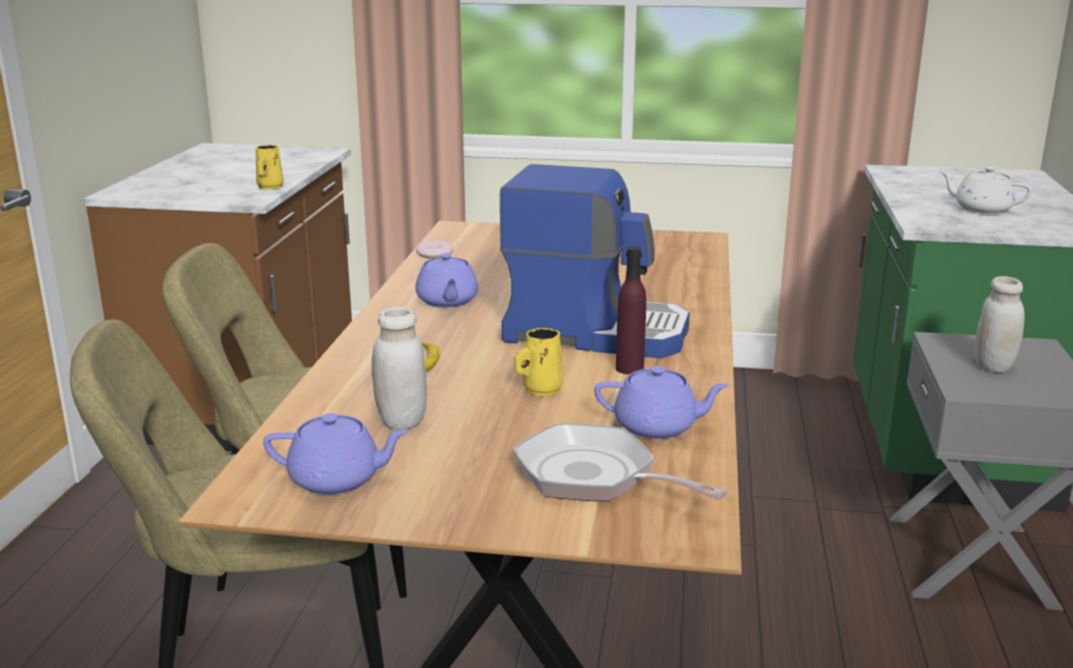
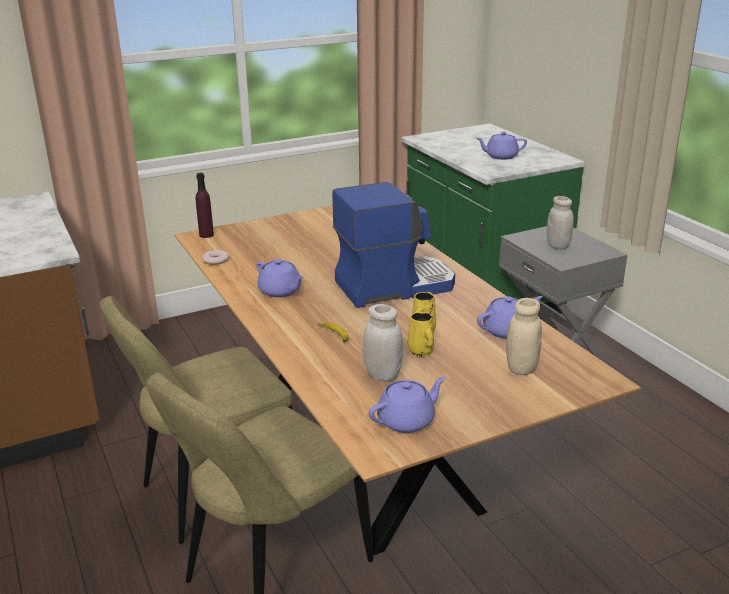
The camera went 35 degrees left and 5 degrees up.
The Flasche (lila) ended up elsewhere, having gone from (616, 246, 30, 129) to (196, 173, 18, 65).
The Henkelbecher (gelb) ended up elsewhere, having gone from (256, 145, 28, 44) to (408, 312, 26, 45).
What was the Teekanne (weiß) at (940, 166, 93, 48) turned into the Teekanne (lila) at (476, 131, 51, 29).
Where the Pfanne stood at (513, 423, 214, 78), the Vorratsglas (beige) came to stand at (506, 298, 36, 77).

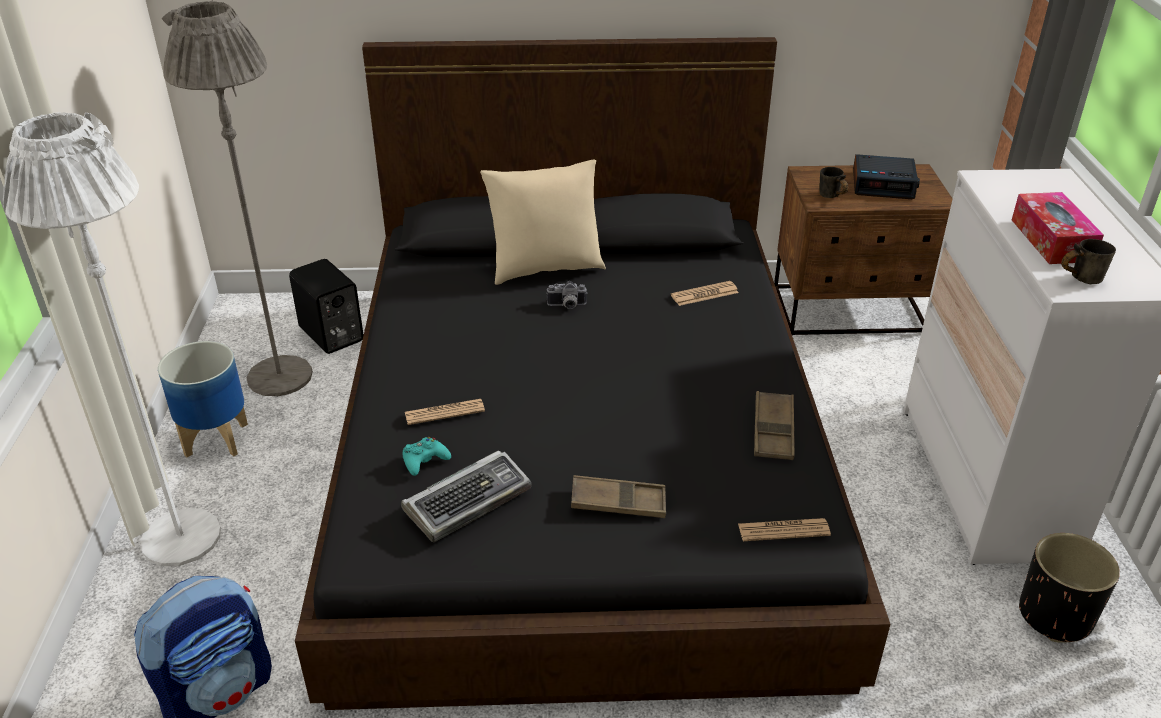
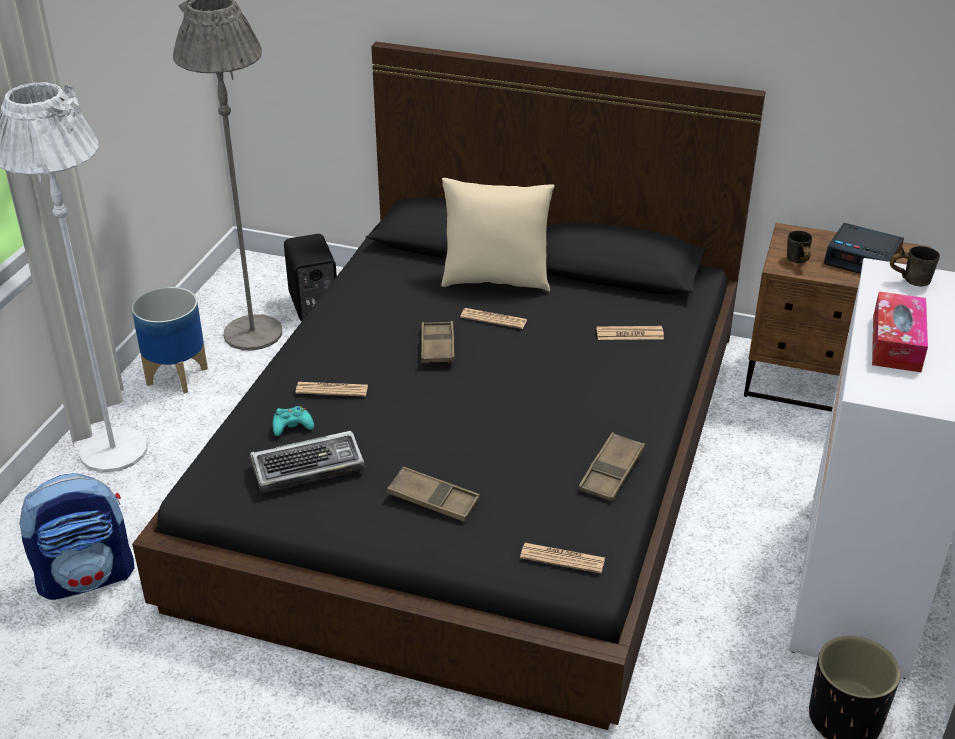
The camera went 20 degrees right and 0 degrees up.
The second view gained the Tablett (braun) at (421, 321, 34, 43).
Where the Kamera stood at (546, 281, 42, 28), the Zeitung came to stand at (460, 308, 67, 21).
The Henkelbecher (grau) ended up elsewhere, having gone from (1061, 239, 55, 45) to (890, 246, 50, 40).

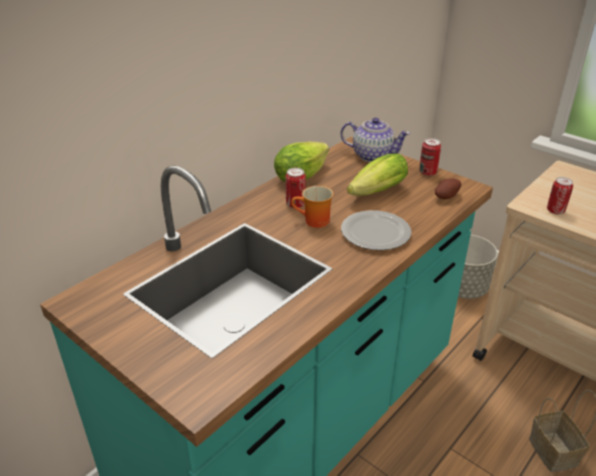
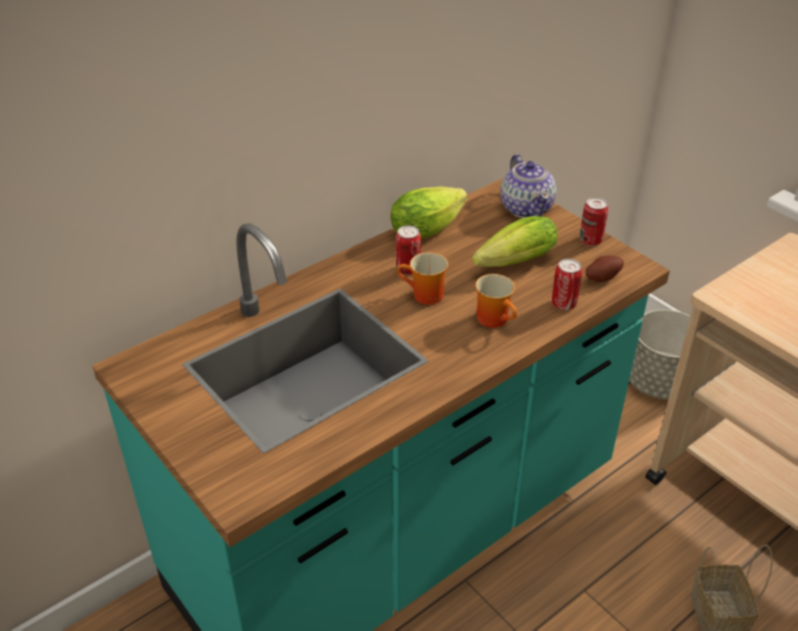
The camera went 10 degrees right and 5 degrees up.
Where the Teller stood at (341, 210, 71, 40), the Henkelbecher came to stand at (475, 274, 42, 54).
The Teekanne at (340, 118, 71, 44) ended up facing another way, 45 degrees clockwise from before.
The Dose ended up elsewhere, having gone from (547, 177, 26, 37) to (552, 259, 30, 51).

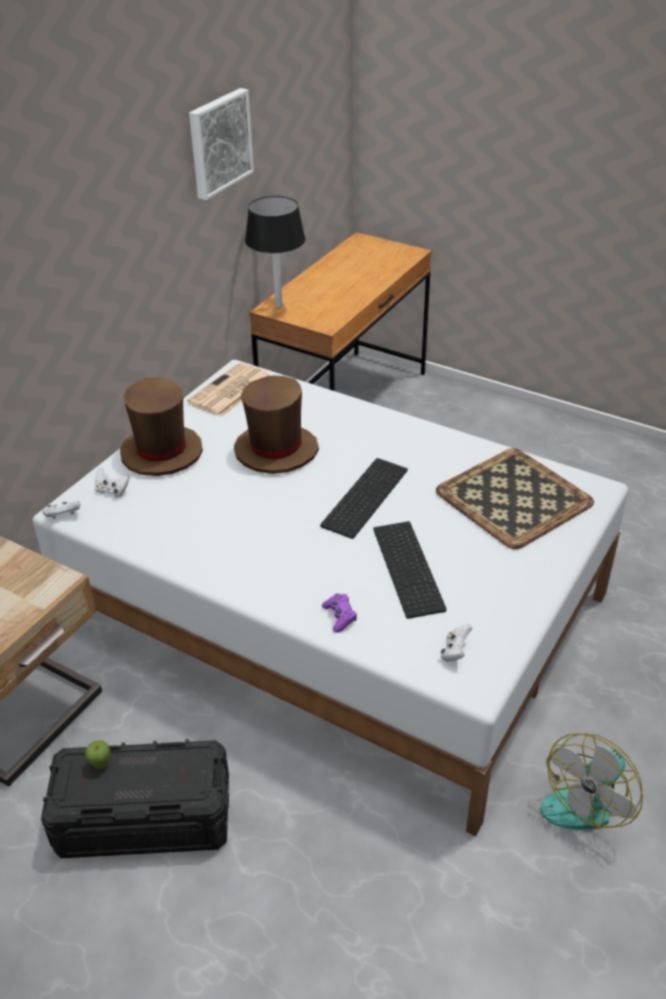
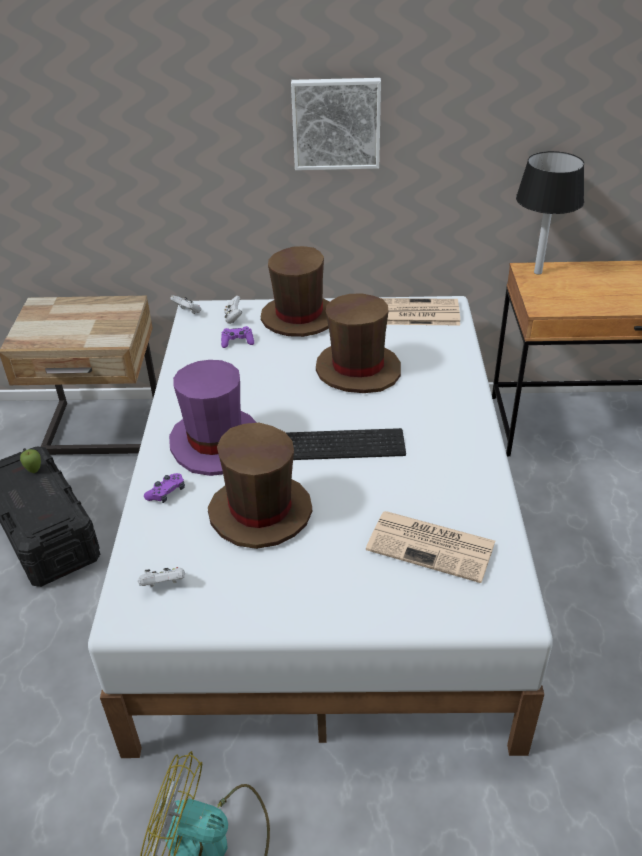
The camera went 60 degrees right and 0 degrees up.
The second view gained the Hut (lila) at (169, 360, 88, 116).
Where the Tastatur stood at (373, 521, 74, 98), the Hut (braun) came to stand at (208, 423, 104, 126).
The second view gained the Gamepad (lila) at (221, 326, 33, 22).
The Bild ended up elsewhere, having gone from (189, 88, 65, 112) to (291, 78, 90, 92).
Where the Tablett stood at (436, 448, 158, 101), the Zeitung came to stand at (366, 511, 129, 72).

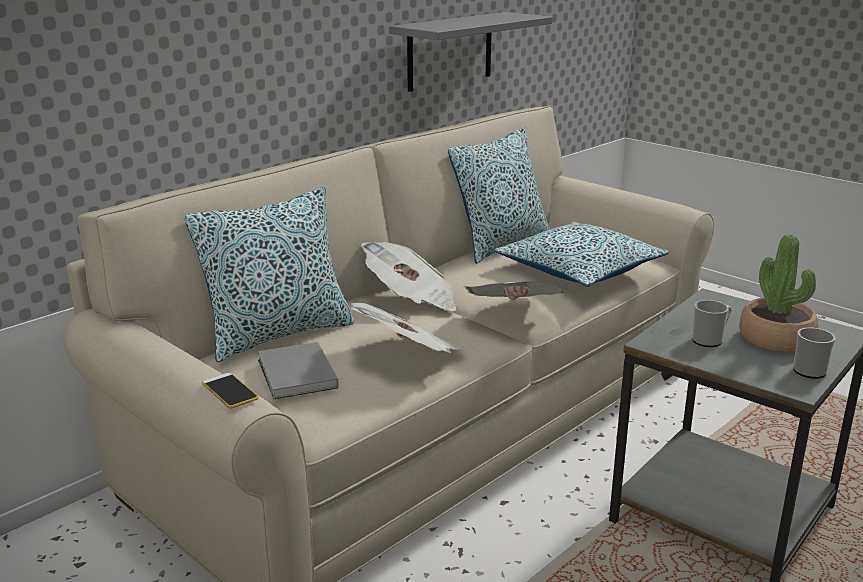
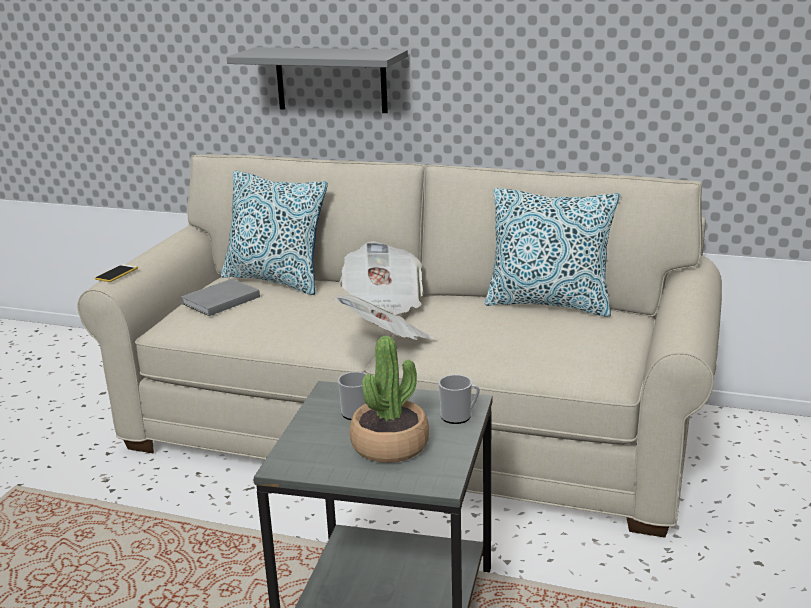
The camera went 65 degrees right and 0 degrees up.
The Wandregal (grau) ended up elsewhere, having gone from (389, 12, 164, 80) to (226, 47, 182, 66).
The Henkelbecher ended up elsewhere, having gone from (793, 327, 42, 52) to (438, 375, 42, 49).
The second view lost the Zeitung at (350, 303, 116, 50).
The second view lost the Kissen at (495, 222, 174, 65).

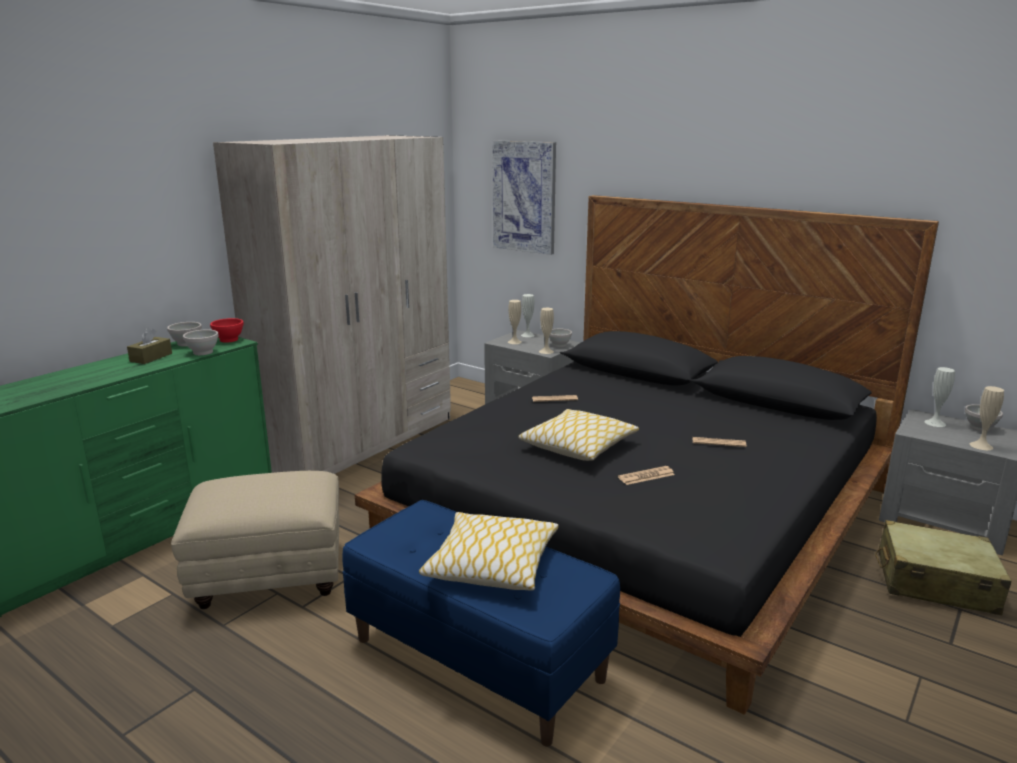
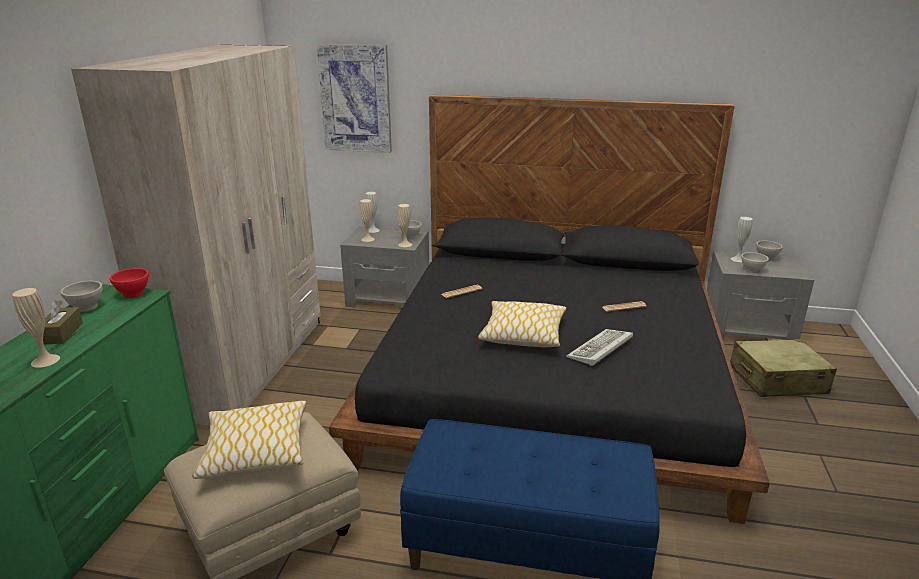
The camera went 25 degrees left and 5 degrees up.
The Vase (beige) ended up elsewhere, having gone from (970, 386, 34, 64) to (13, 288, 47, 80).
The Kissen ended up elsewhere, having gone from (419, 512, 140, 79) to (192, 401, 114, 78).
Where the Zeitung stood at (618, 466, 57, 19), the Tastatur came to stand at (566, 329, 67, 37).
The Schüssel (weiß) ended up elsewhere, having gone from (183, 330, 36, 25) to (741, 252, 28, 21).

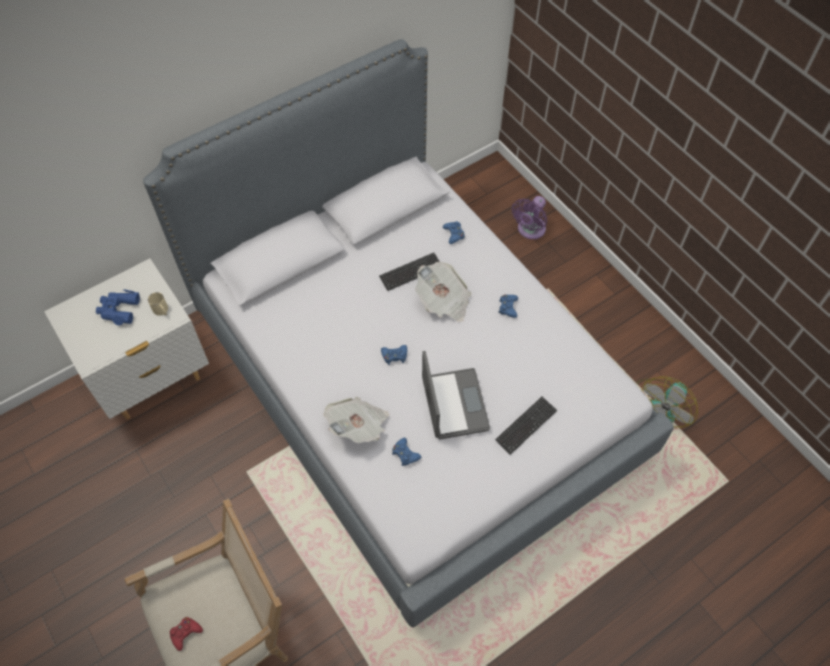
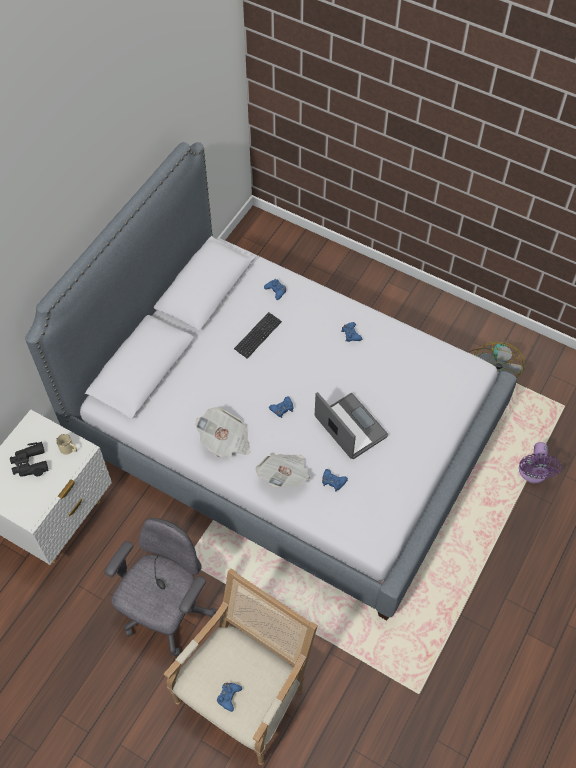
The camera went 25 degrees left and 0 degrees up.
What was the Fernglas (blau) at (96, 289, 44, 36) turned into the Fernglas (schwarz) at (10, 442, 39, 35).
The second view gained the Bürostuhl (grau) at (105, 518, 112, 138).
The Zeitung ended up elsewhere, having gone from (415, 262, 57, 60) to (196, 407, 55, 51).
What was the Gamepad (rot) at (170, 617, 33, 34) turned into the Gamepad (blau) at (217, 683, 25, 29).
The Ventilator (lila) ended up elsewhere, having gone from (512, 196, 35, 43) to (519, 442, 42, 42).
The second view lost the Tastatur at (495, 396, 62, 59).

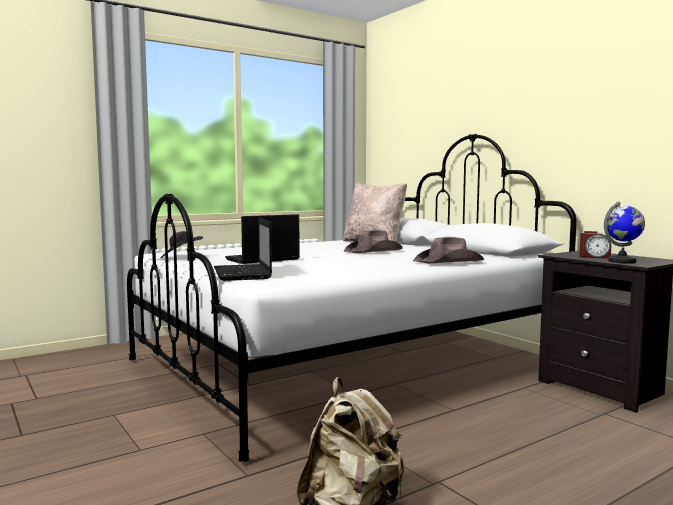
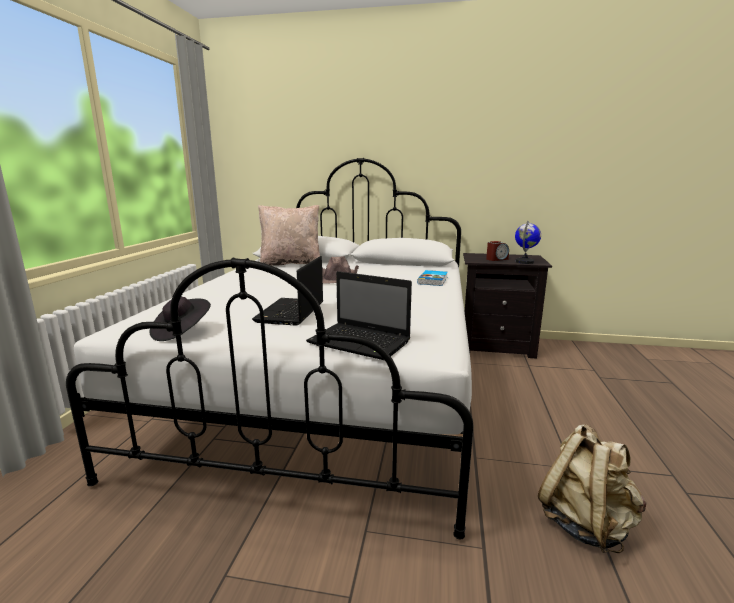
The camera went 45 degrees left and 10 degrees up.
Where the Hut (braun) stood at (413, 237, 71, 26), the Buch came to stand at (417, 270, 31, 16).

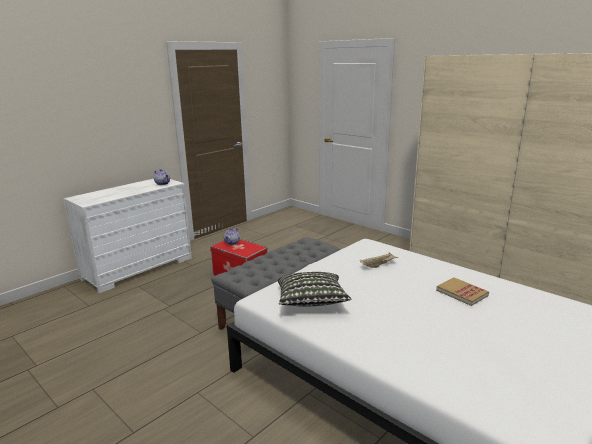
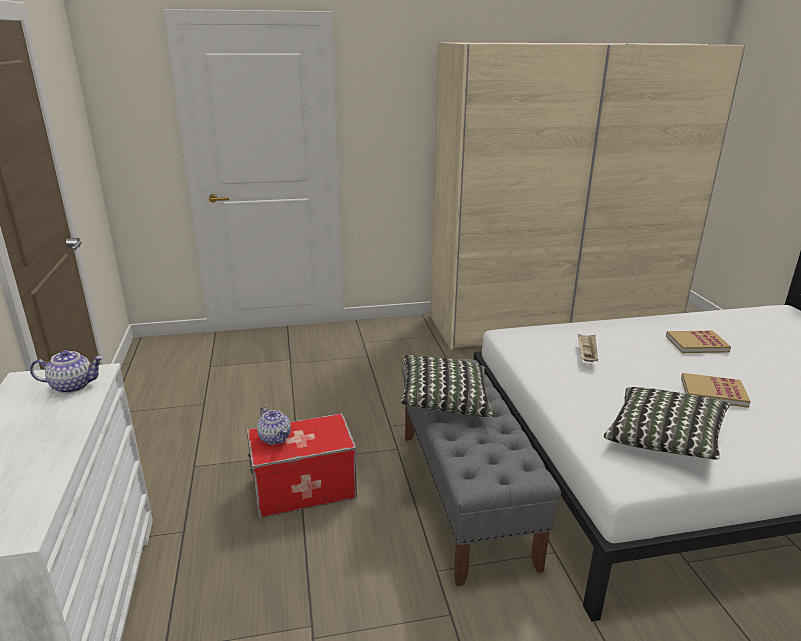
The camera went 55 degrees left and 5 degrees up.
The second view gained the Kissen at (401, 355, 94, 62).
The second view gained the Buch at (681, 373, 70, 35).

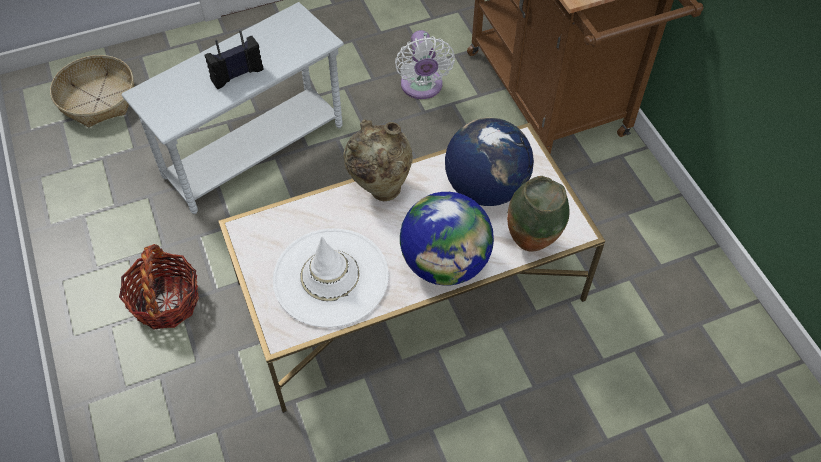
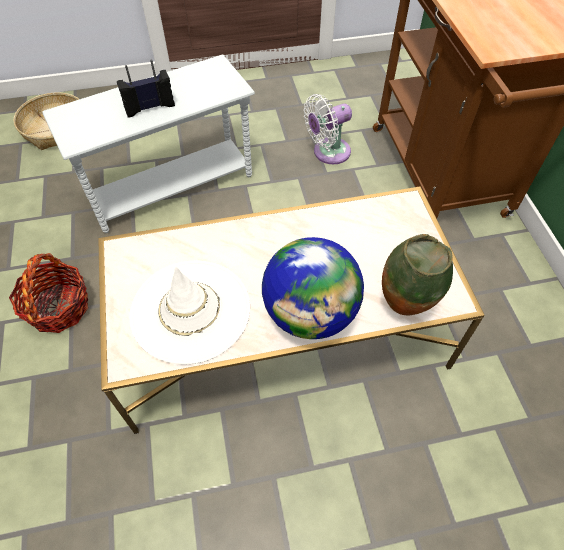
The camera went 10 degrees right and 0 degrees up.
The Ventilator (weiß) at (395, 30, 60, 69) ended up facing another way, 60 degrees clockwise from before.
The second view lost the Vase (beige) at (343, 120, 70, 81).
The second view lost the Globus at (445, 118, 89, 88).

